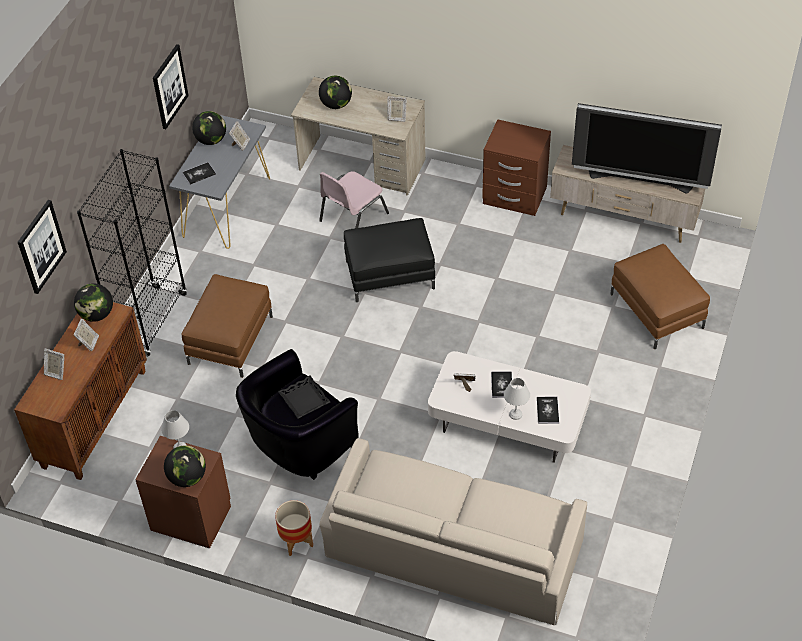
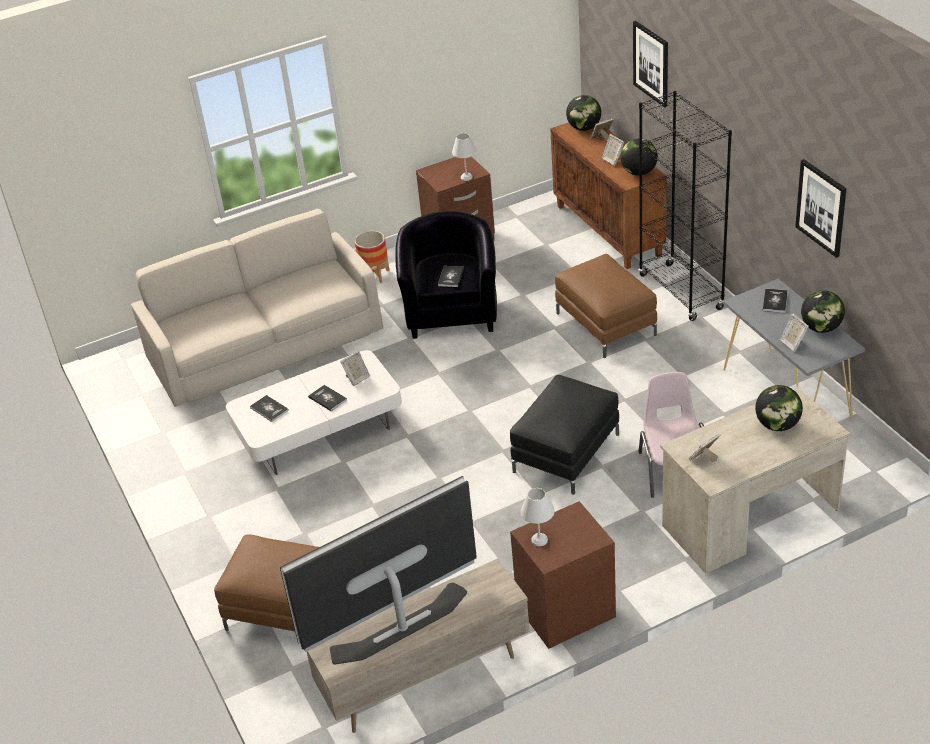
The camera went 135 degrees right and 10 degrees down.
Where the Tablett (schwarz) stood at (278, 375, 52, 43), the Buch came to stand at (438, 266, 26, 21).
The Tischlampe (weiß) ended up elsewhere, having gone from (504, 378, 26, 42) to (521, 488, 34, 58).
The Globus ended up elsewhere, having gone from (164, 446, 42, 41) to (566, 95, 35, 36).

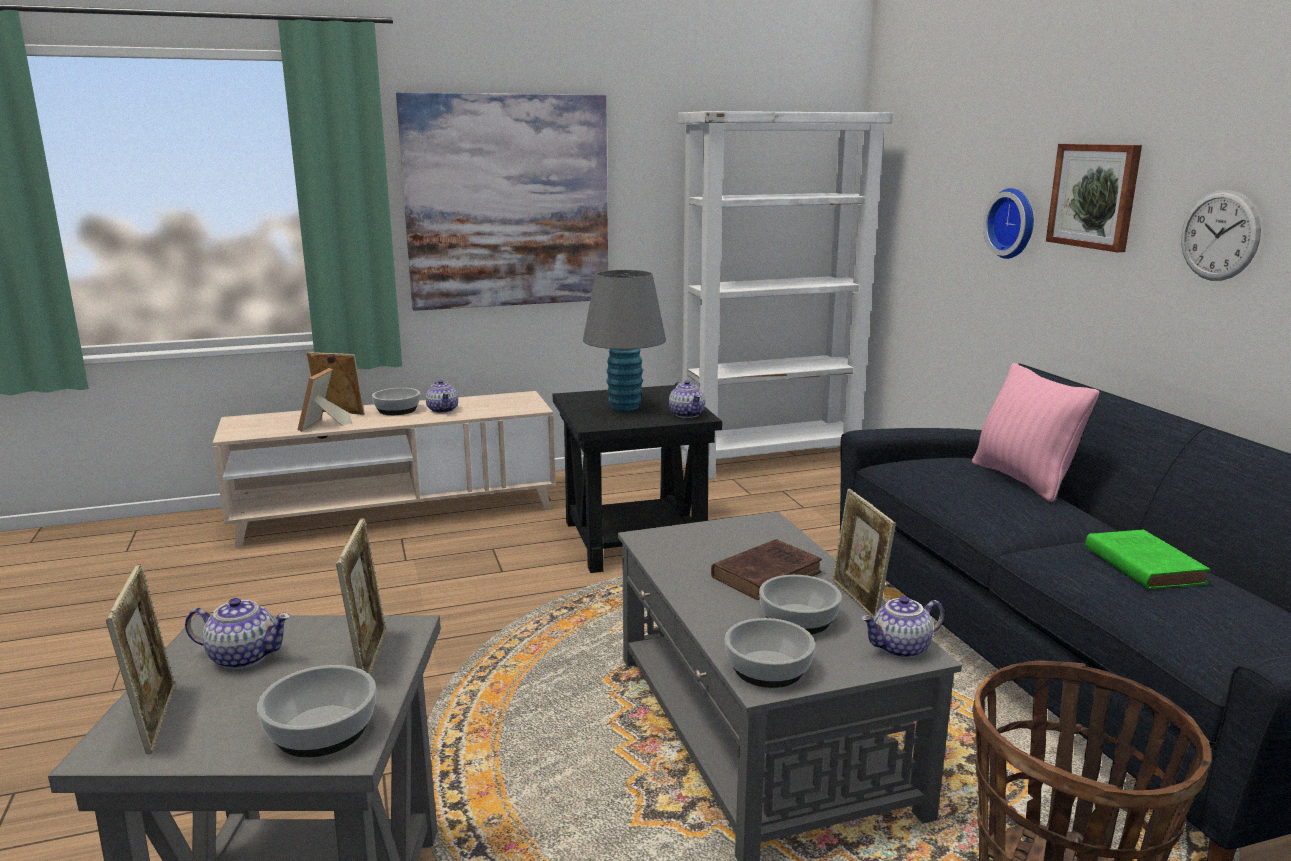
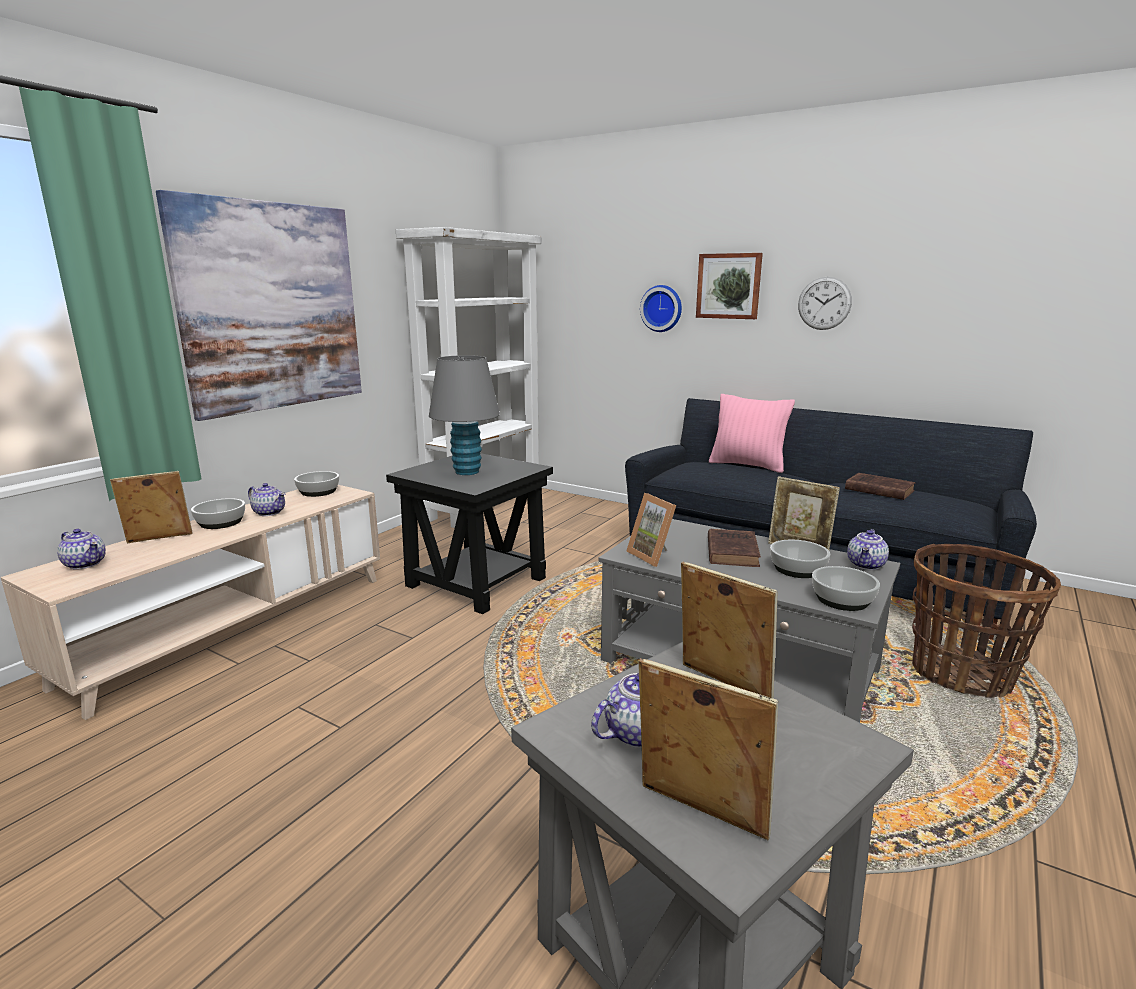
The camera went 40 degrees left and 0 degrees up.
The Teekanne ended up elsewhere, having gone from (669, 380, 36, 38) to (57, 529, 49, 40).
The Schüssel ended up elsewhere, having gone from (257, 665, 119, 92) to (294, 471, 45, 26).
The Bilderrahmen ended up elsewhere, having gone from (298, 368, 54, 63) to (626, 493, 50, 74).
What was the Buch (grün) at (1085, 530, 126, 60) turned into the Buch (braun) at (845, 473, 71, 27).

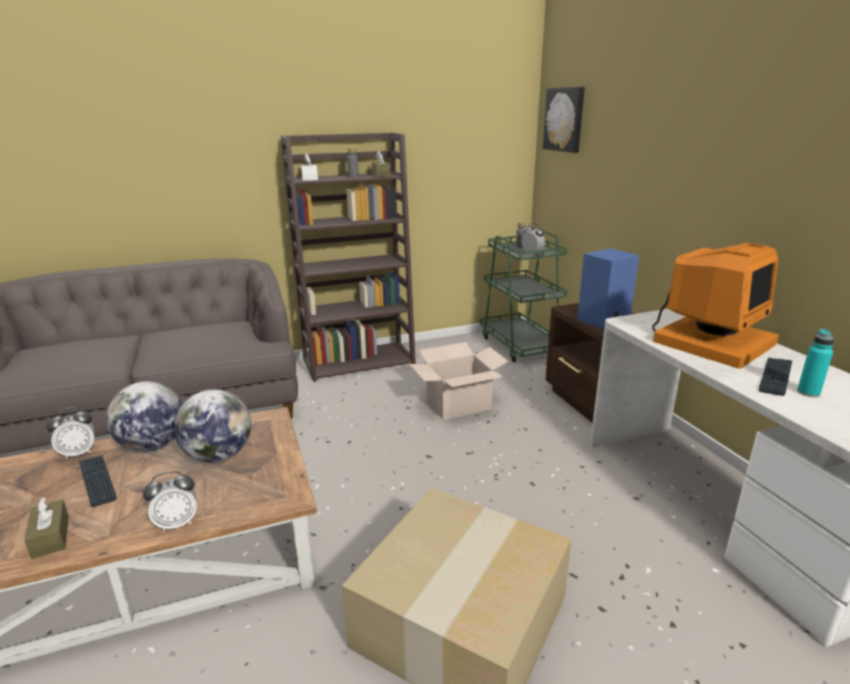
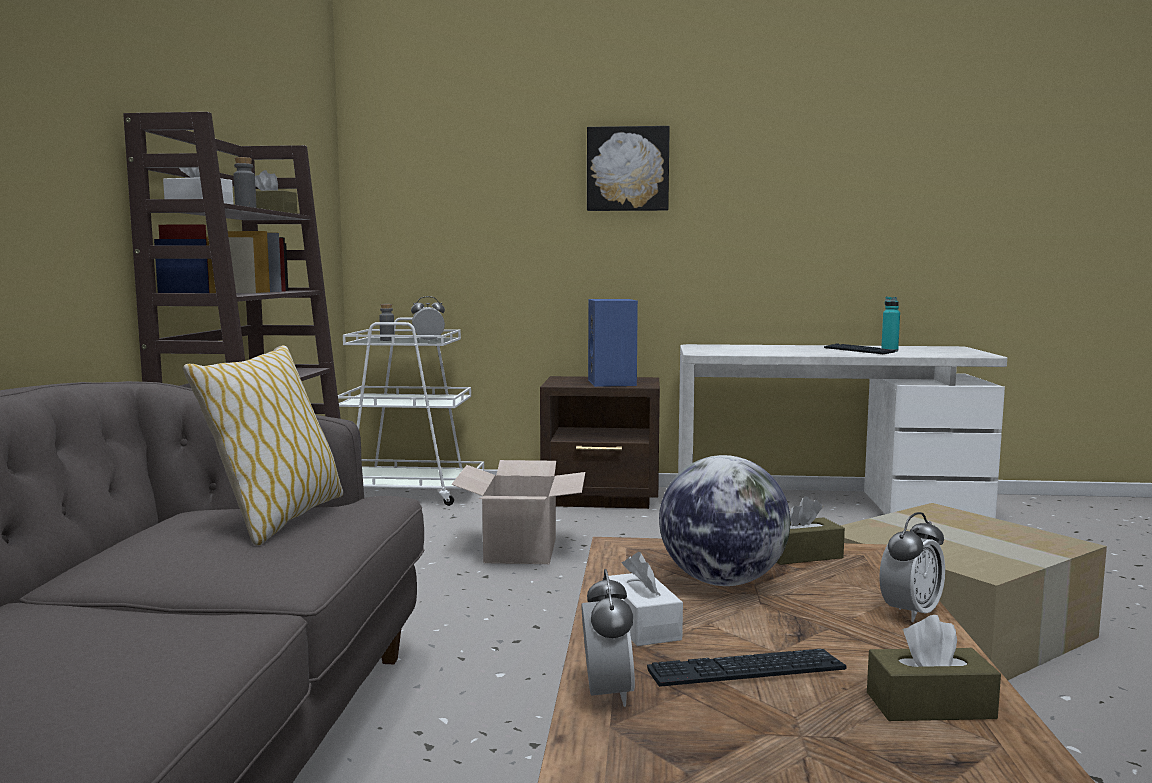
The camera went 65 degrees left and 15 degrees down.
The second view gained the Kissen at (183, 345, 160, 201).
What was the Rollwagen (grün) at (479, 231, 88, 131) turned into the Rollwagen (weiß) at (338, 317, 146, 189).
The Bild ended up elsewhere, having gone from (543, 87, 42, 66) to (587, 126, 83, 85).
Where the Globus stood at (106, 381, 76, 71), the Taschentuchbox (weiß) came to stand at (609, 552, 74, 94).
The second view gained the Taschentuchbox (braun) at (776, 496, 69, 69).
The Wecker at (143, 471, 54, 61) ended up facing another way, 45 degrees clockwise from before.
The second view lost the Monitor at (652, 243, 127, 126).

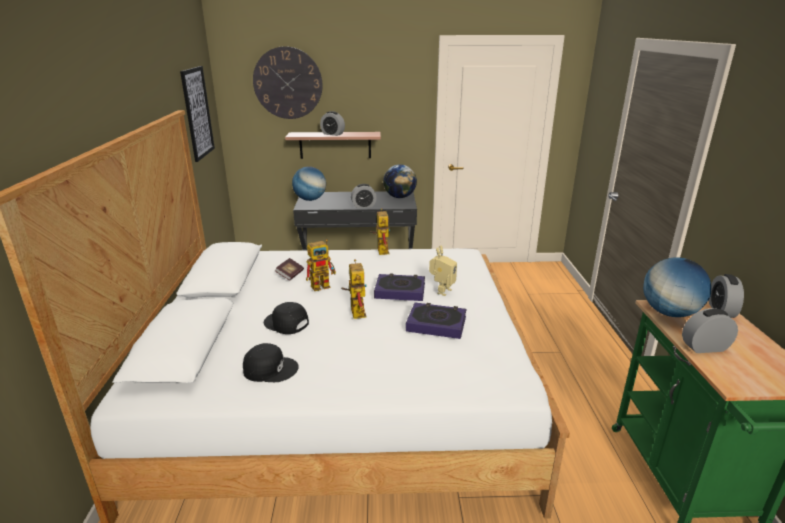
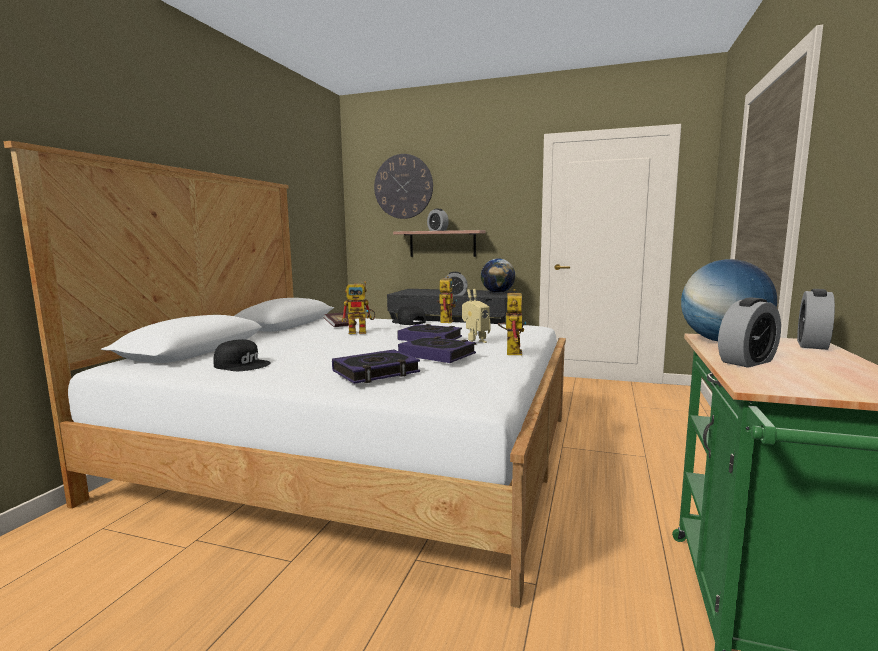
The camera went 20 degrees right and 15 degrees down.
The second view gained the Buch at (332, 349, 88, 35).
The Kappe (schwarz) ended up elsewhere, having gone from (264, 302, 45, 32) to (392, 306, 34, 19).
The Spielzeugroboter ended up elsewhere, having gone from (341, 259, 26, 60) to (498, 289, 29, 66).
The Wecker at (682, 308, 56, 45) ended up facing another way, 135 degrees clockwise from before.
The second view lost the Bild at (180, 66, 35, 96).
The second view lost the Globus at (292, 166, 34, 35).

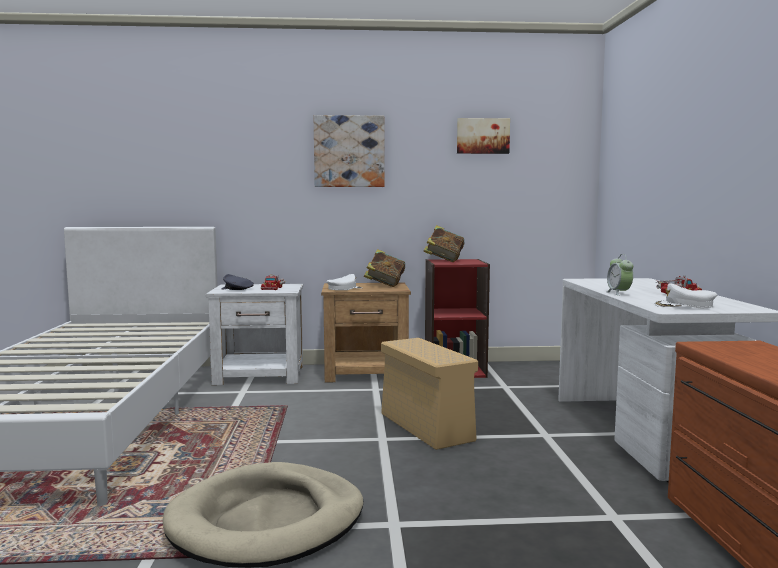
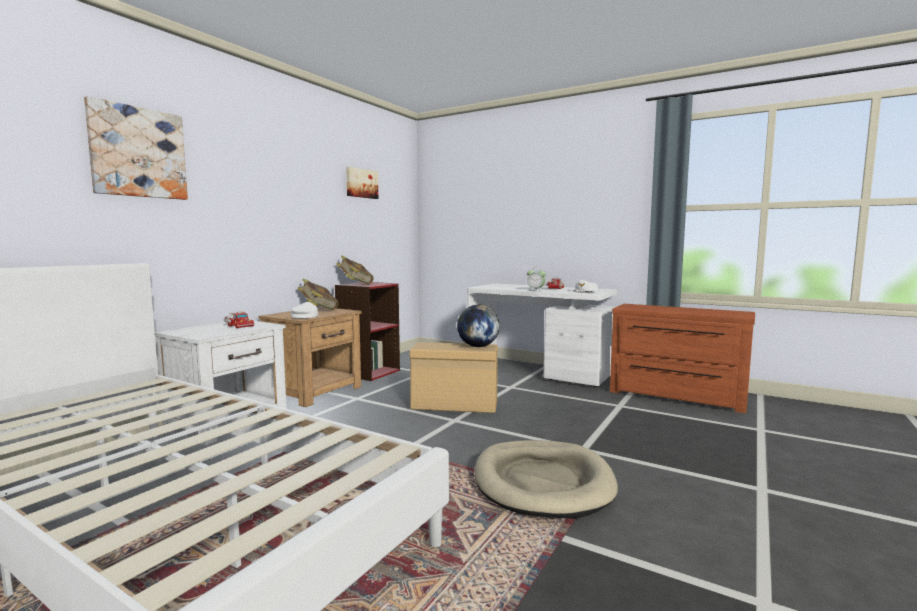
The camera went 55 degrees left and 0 degrees up.
The Bild ended up elsewhere, having gone from (314, 115, 71, 72) to (84, 96, 104, 104).
The second view gained the Globus at (457, 305, 43, 42).
The second view lost the Kappe (grau) at (222, 274, 32, 16).

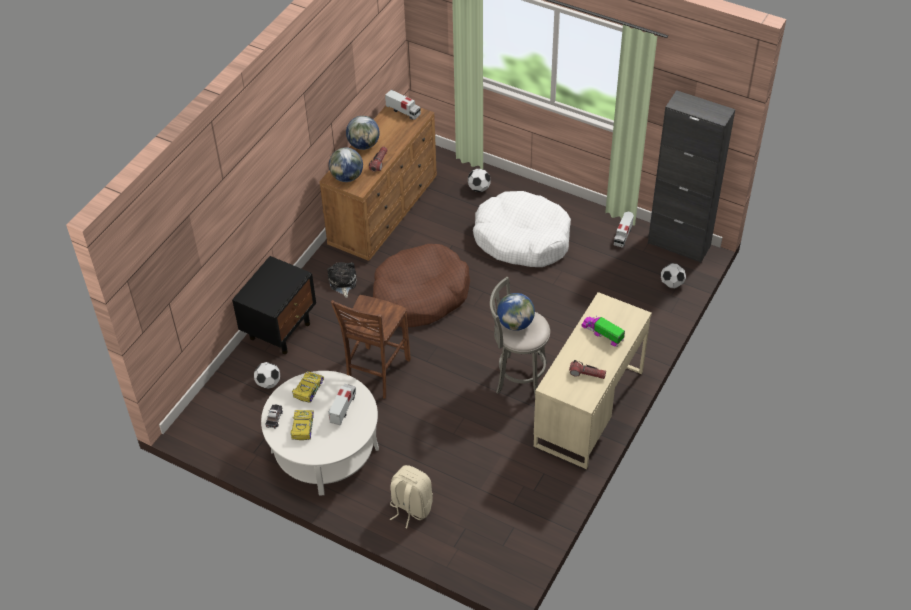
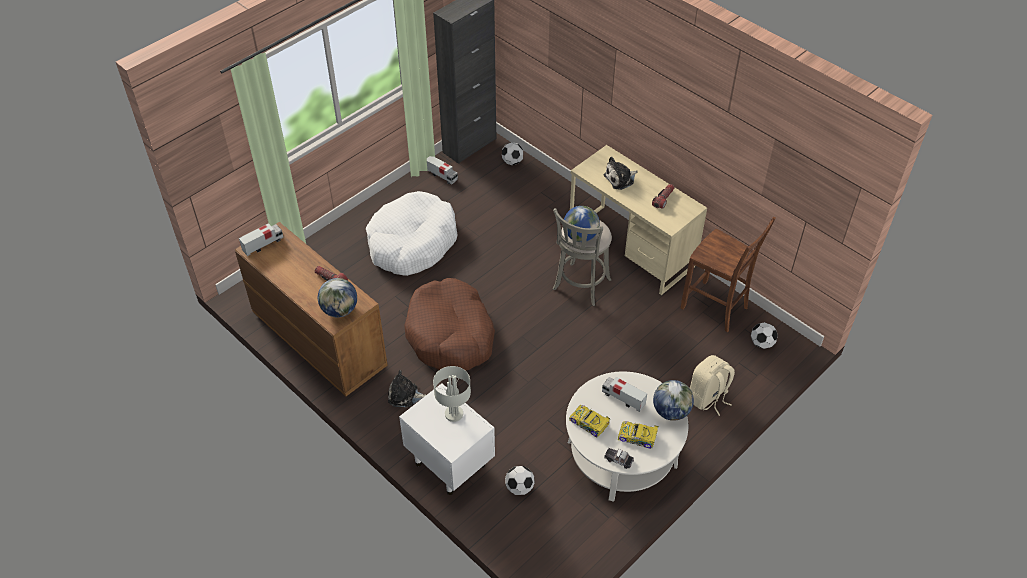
The camera went 75 degrees left and 0 degrees up.
What was the Nachttisch (schwarz) at (232, 256, 84, 98) turned into the Nachttisch (weiß) at (399, 384, 96, 111).
The second view gained the Tischlampe (grau) at (433, 366, 38, 56).
Where the Spielzeuglaster stood at (582, 316, 43, 31), the Plüschtier came to stand at (603, 157, 35, 33).
The Globus ended up elsewhere, having gone from (346, 116, 34, 34) to (653, 380, 41, 41).
The Stuhl (braun) ended up elsewhere, having gone from (331, 295, 80, 103) to (680, 217, 96, 115).
The Fußball ended up elsewhere, having gone from (468, 169, 23, 23) to (751, 322, 27, 27).

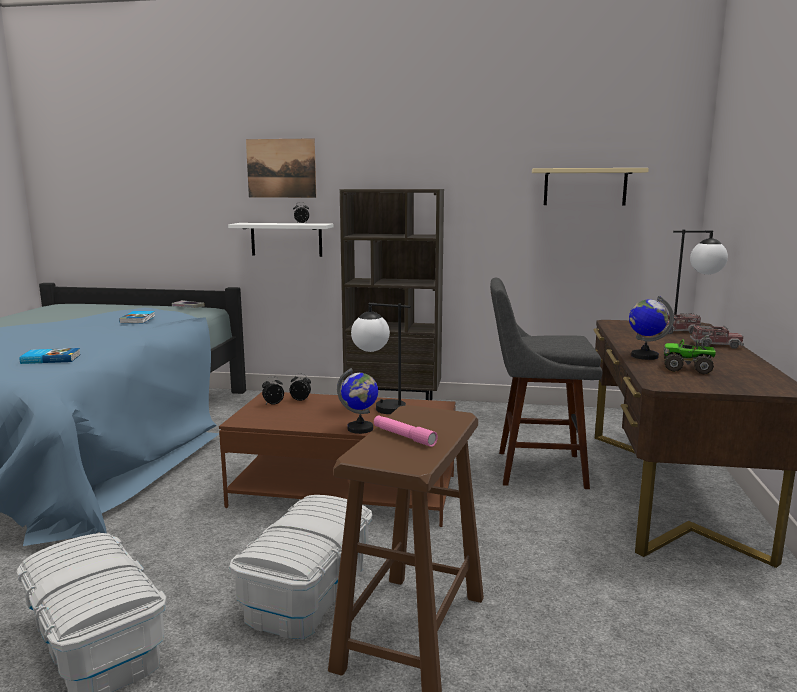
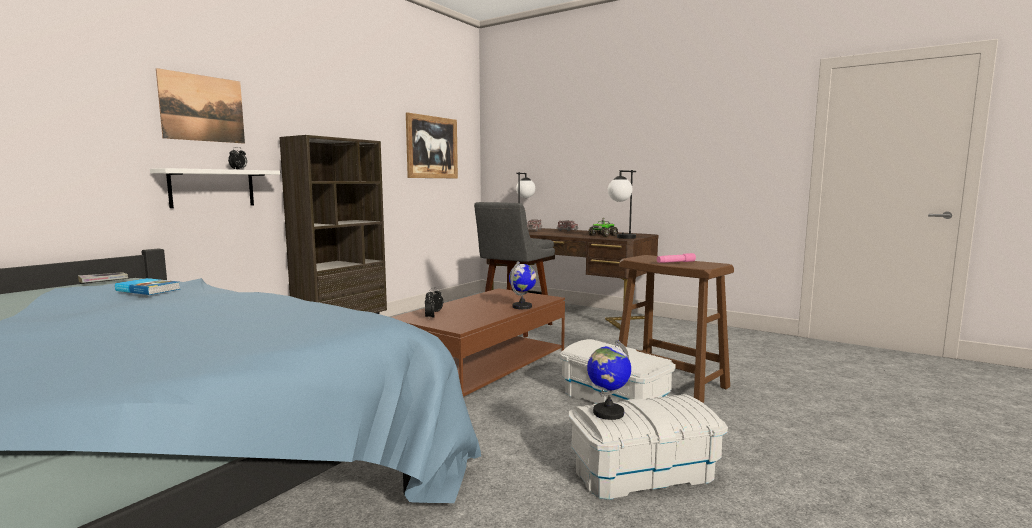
The camera went 65 degrees left and 5 degrees down.
Where the Wandregal (beige) hung at (532, 168, 117, 38), the Bild came to hang at (406, 112, 52, 66).
The Globus ended up elsewhere, having gone from (629, 296, 45, 64) to (587, 340, 44, 80).
The Tischlampe ended up elsewhere, having gone from (351, 303, 60, 111) to (608, 170, 28, 69).
The second view lost the Buch at (19, 348, 62, 16).

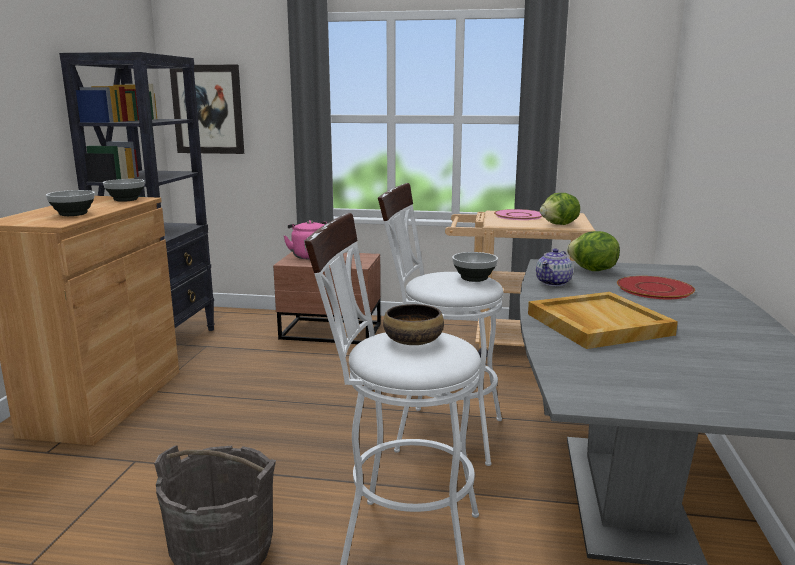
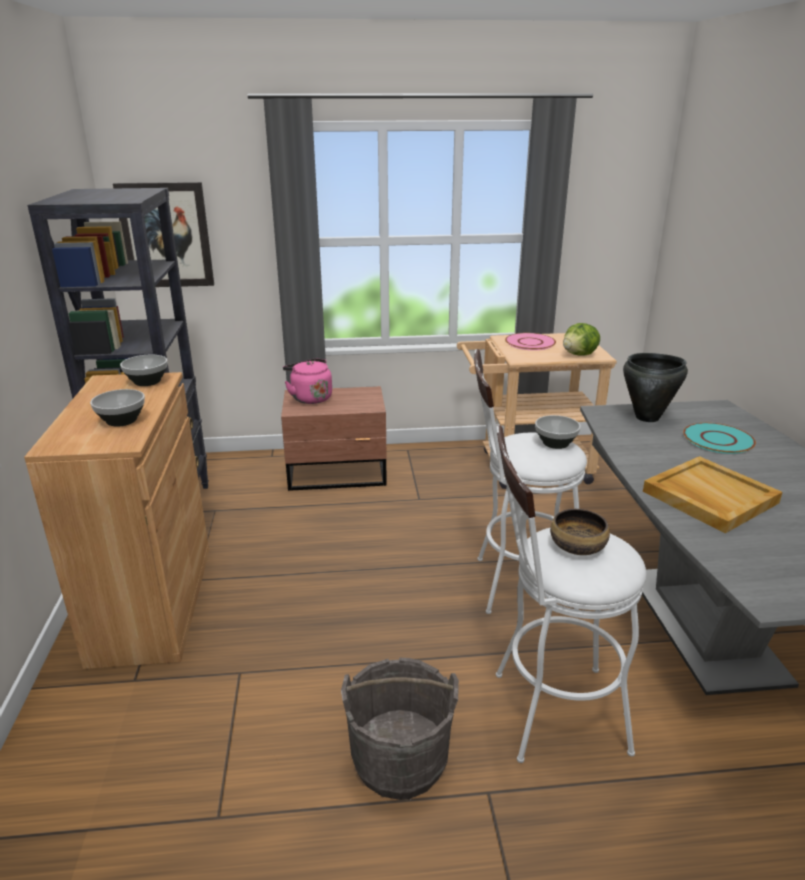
The camera went 15 degrees left and 10 degrees up.
Where the Salatkopf stood at (567, 231, 53, 40), the Kochtopf (schwarz) came to stand at (623, 353, 65, 69).
What was the Teller (rot) at (617, 276, 78, 23) turned into the Teller (türkis) at (683, 423, 73, 31).
The second view lost the Teekanne at (536, 248, 37, 38).

